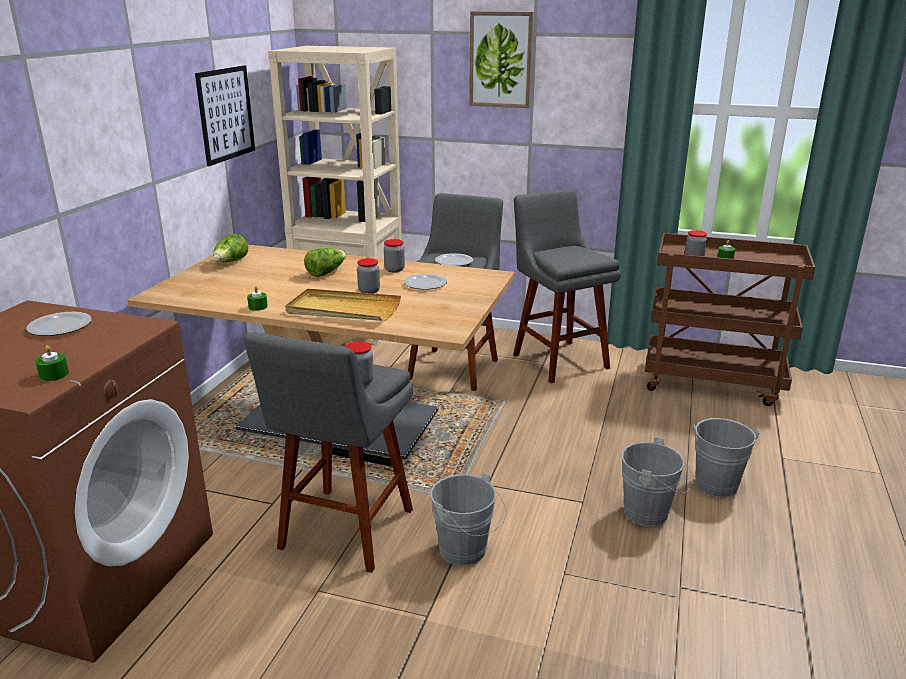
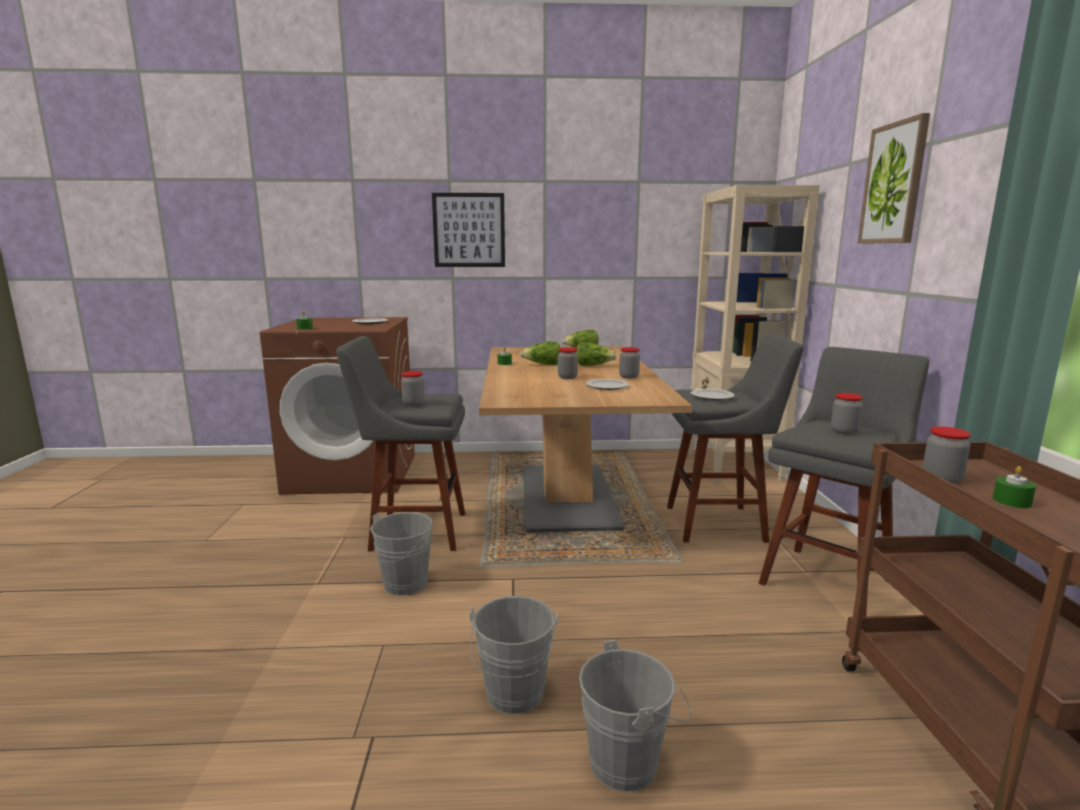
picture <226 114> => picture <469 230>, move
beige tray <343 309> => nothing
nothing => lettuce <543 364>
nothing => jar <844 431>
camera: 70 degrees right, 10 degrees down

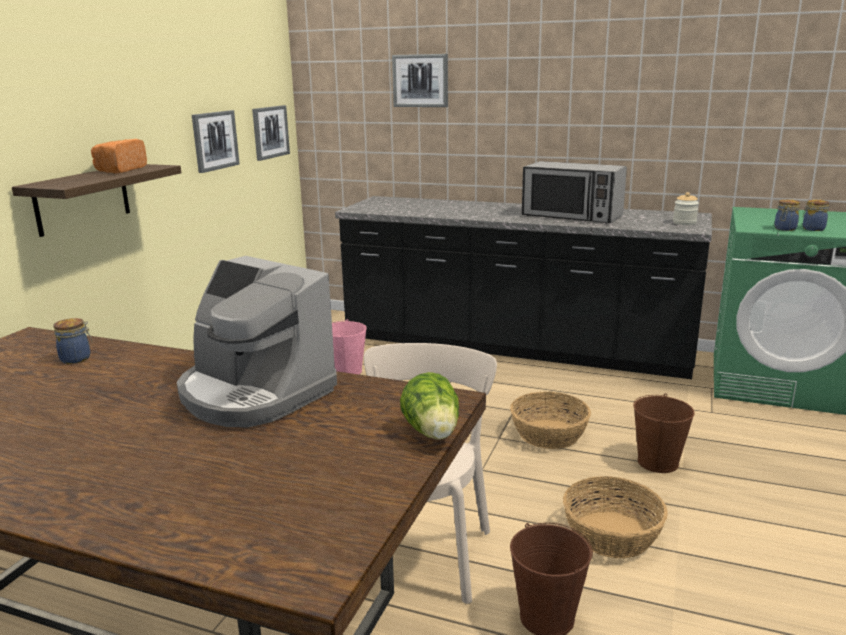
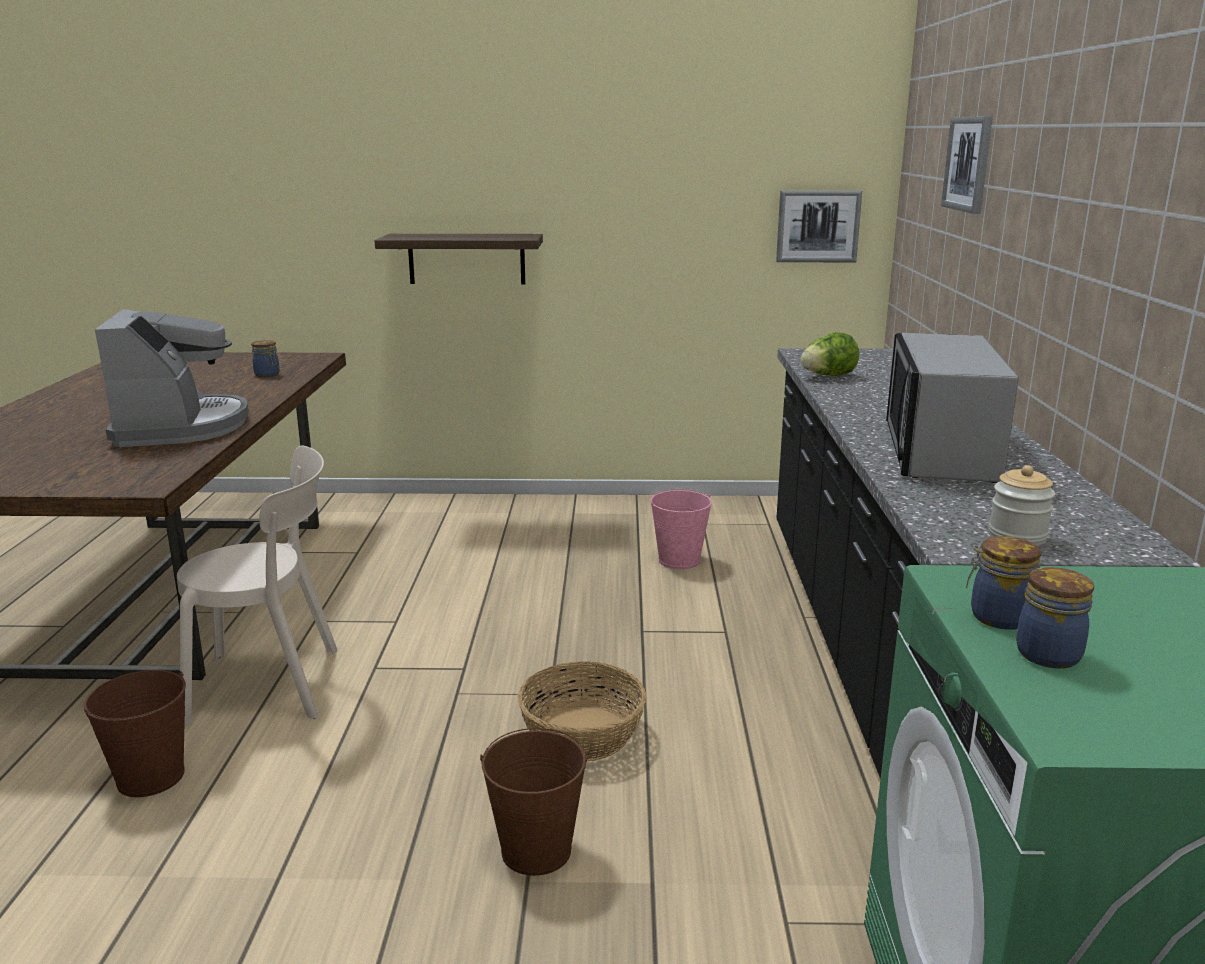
bread <120 170> => nothing
coffee machine <254 393> => coffee machine <181 427>, 150 degrees clockwise
picture <214 140> => nothing
lettuce <433 433> => lettuce <827 376>, move
basket <612 534> => nothing
camera: 70 degrees right, 0 degrees up

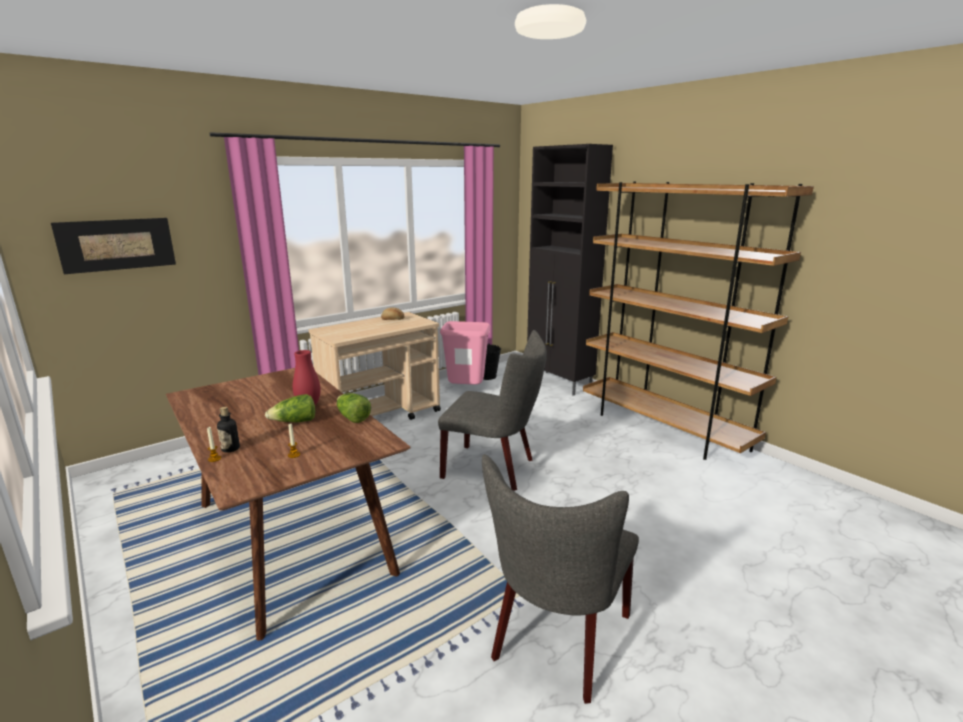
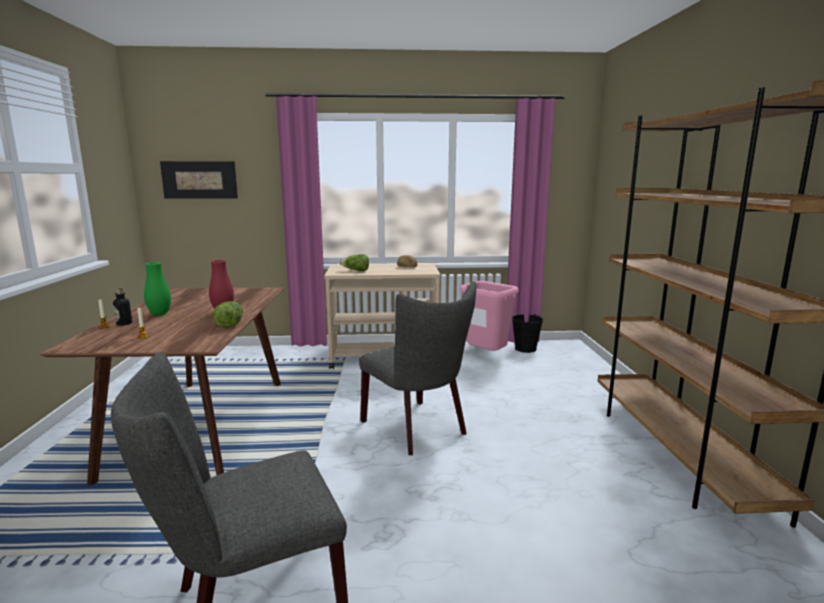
lettuce <295 422> => lettuce <356 270>, move
black cabinet <559 383> => nothing
nothing => green vase <159 314>
camera: 35 degrees right, 5 degrees down

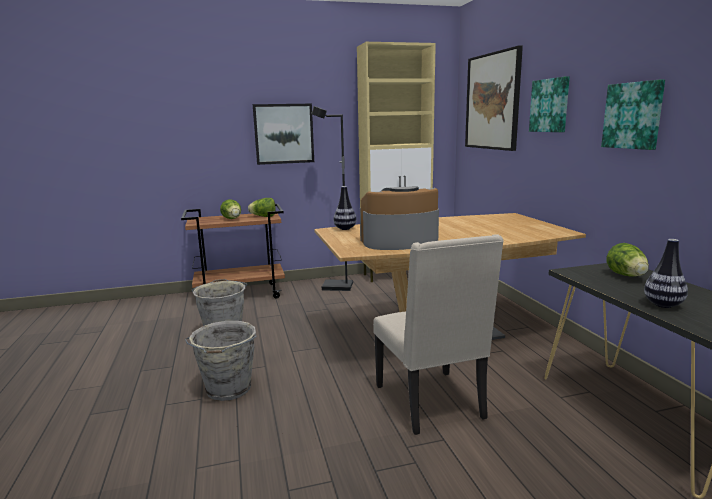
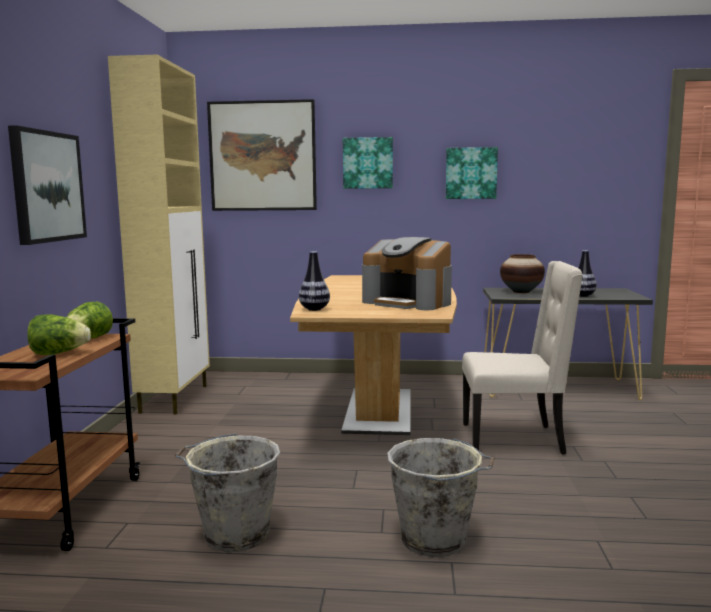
black floor lamp <337 287> => nothing
coffee machine <399 242> => coffee machine <408 302>, 60 degrees counterclockwise
lettuce <627 276> => vase <521 291>
camera: 70 degrees left, 5 degrees down

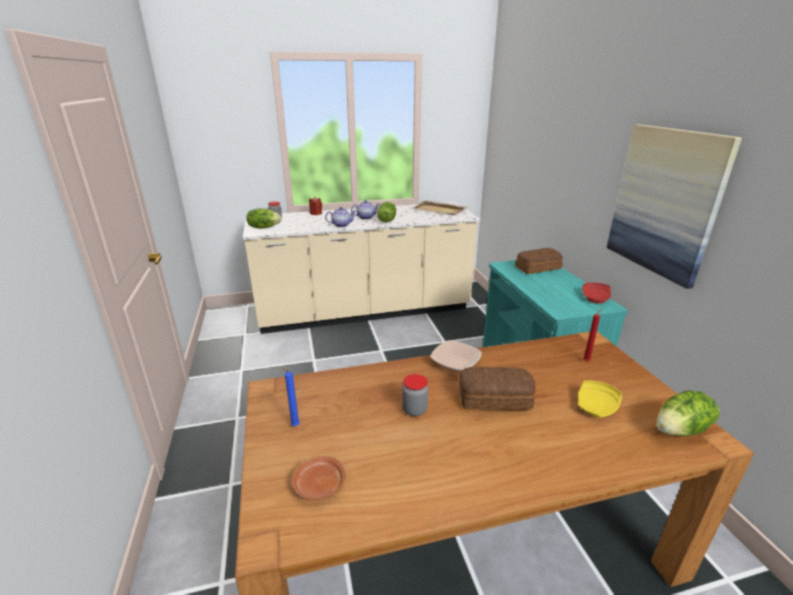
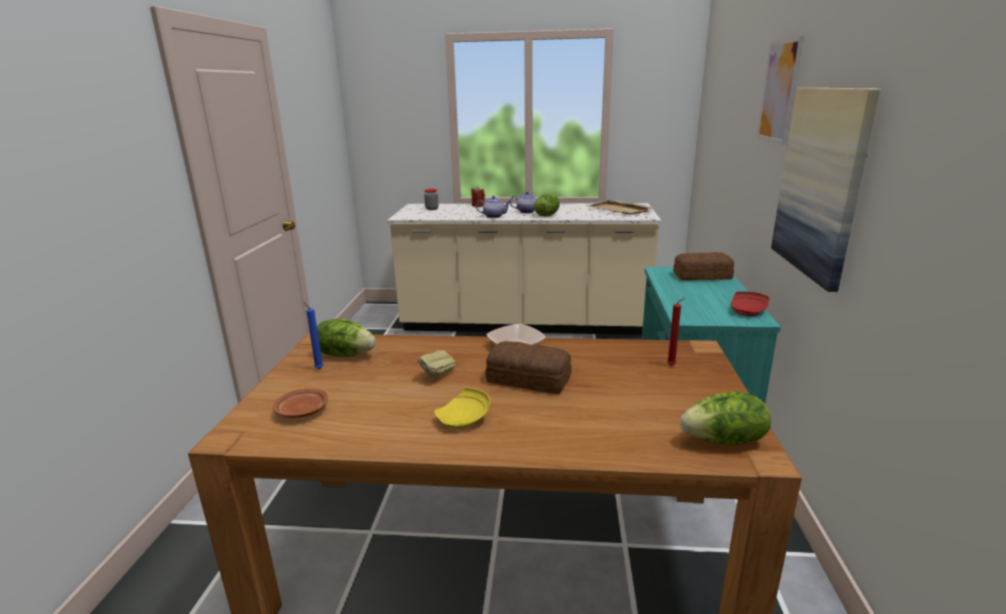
lettuce <264 227> => lettuce <345 354>, move
jar <414 410> => bread <437 375>
yellow plate <596 407> => yellow plate <464 419>, move
nothing => picture <779 91>
camera: 20 degrees right, 5 degrees down

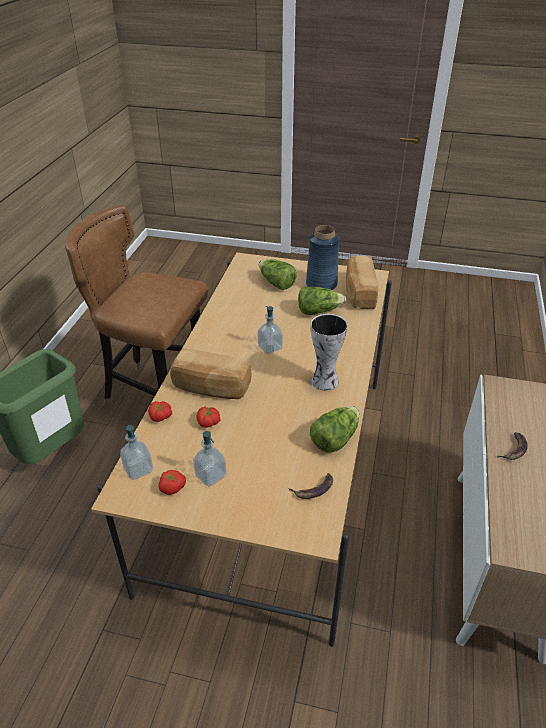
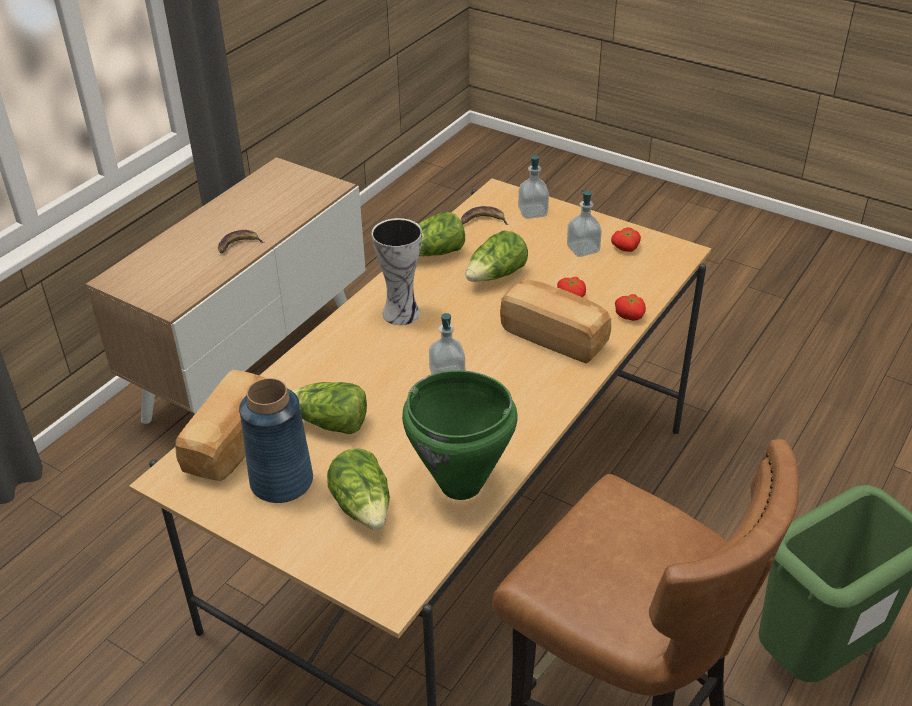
soap dispenser <138 469> => soap dispenser <532 212>, move
nothing => green cooking pot <461 485>
nothing => lettuce <496 276>
camera: 160 degrees left, 0 degrees up

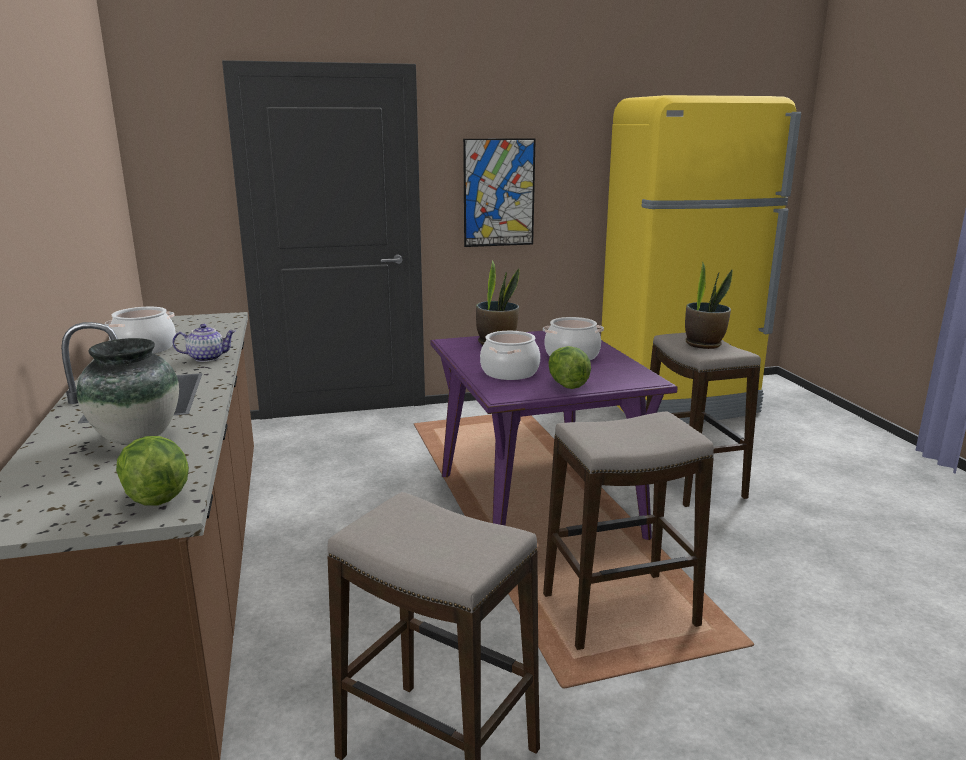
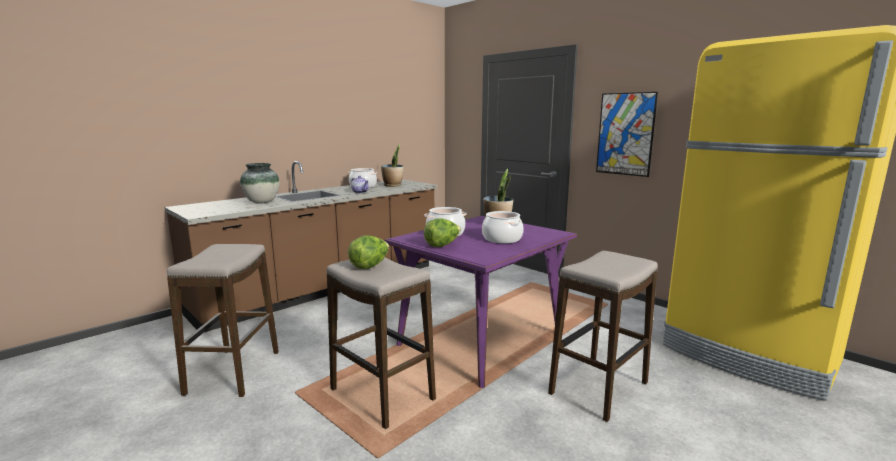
lettuce <156 495> => lettuce <370 266>, move
potted plant <704 344> => potted plant <393 185>, move
camera: 60 degrees right, 5 degrees down

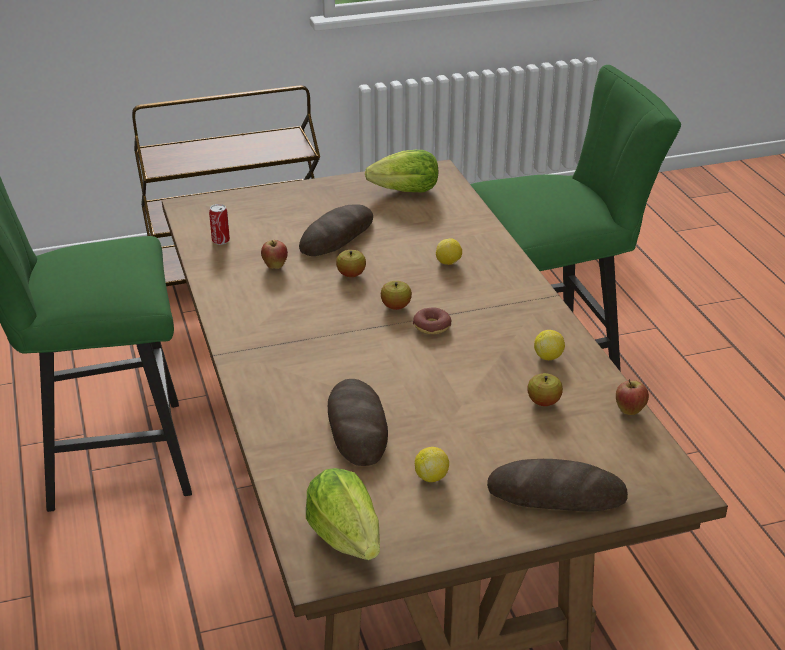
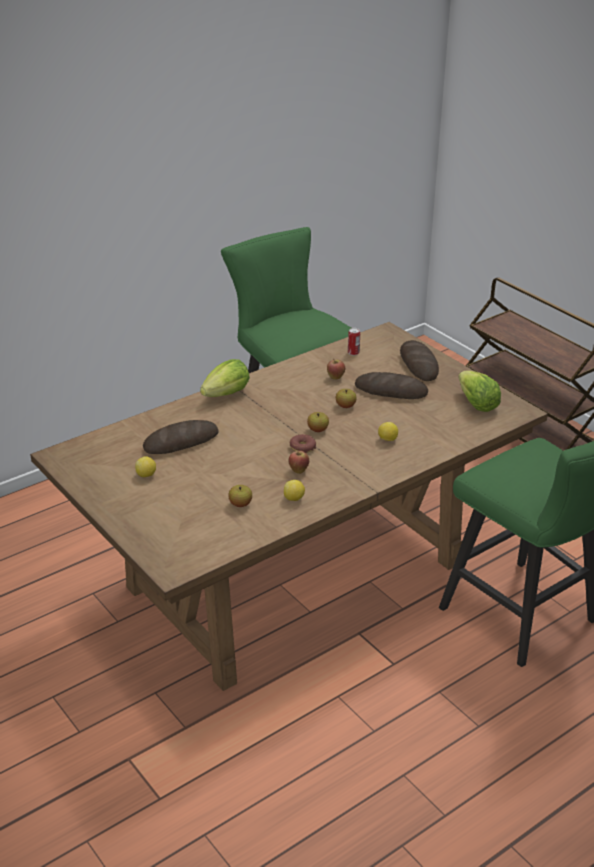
lettuce <346 537> => lettuce <227 394>, move
bread <556 494> => bread <418 364>, move
apple <629 411> => apple <298 471>, move
camera: 70 degrees right, 0 degrees up

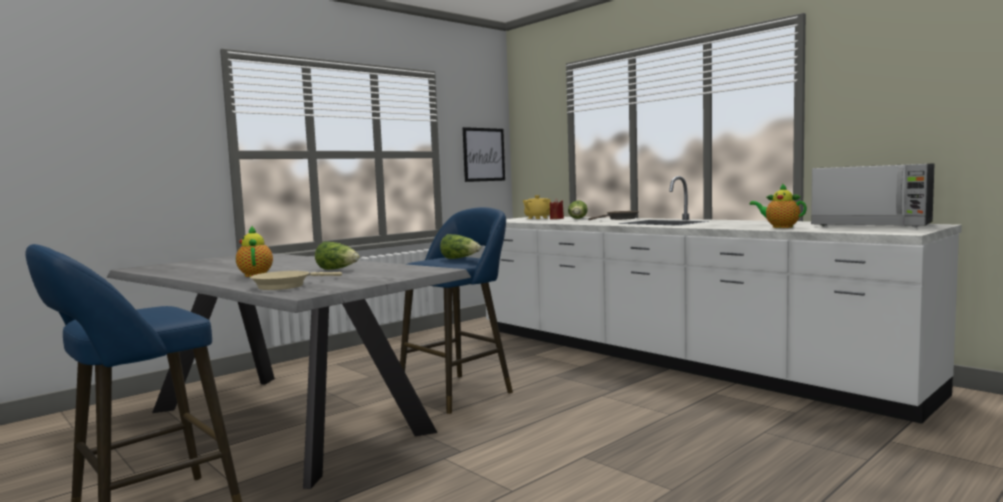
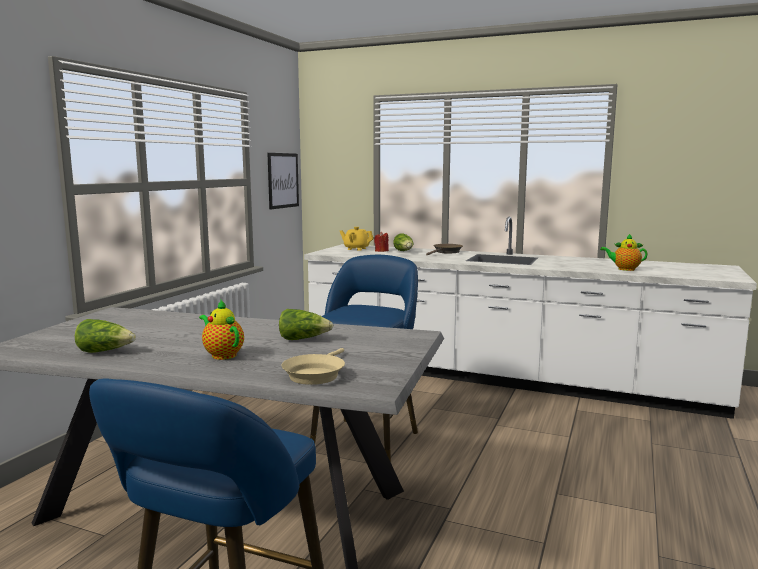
lettuce <460 258> => lettuce <105 351>, move
microwave <871 225> => nothing
camera: 25 degrees left, 5 degrees up

